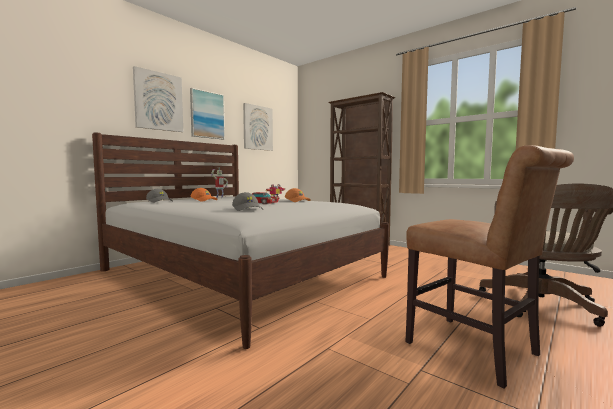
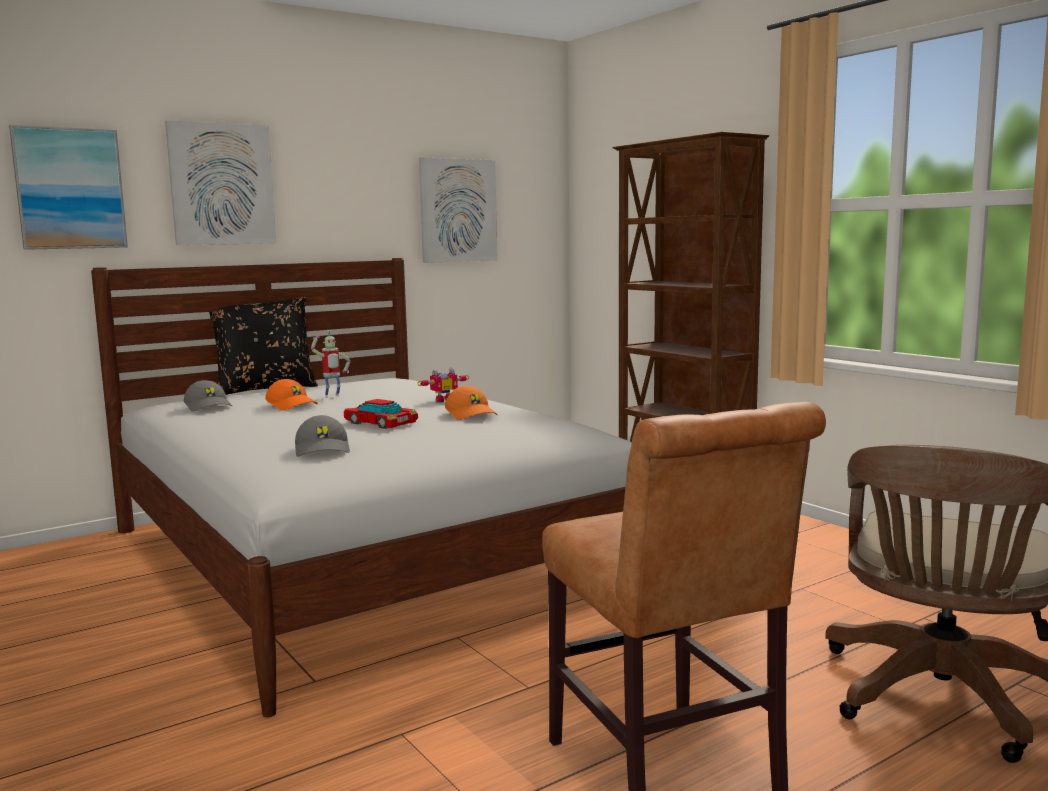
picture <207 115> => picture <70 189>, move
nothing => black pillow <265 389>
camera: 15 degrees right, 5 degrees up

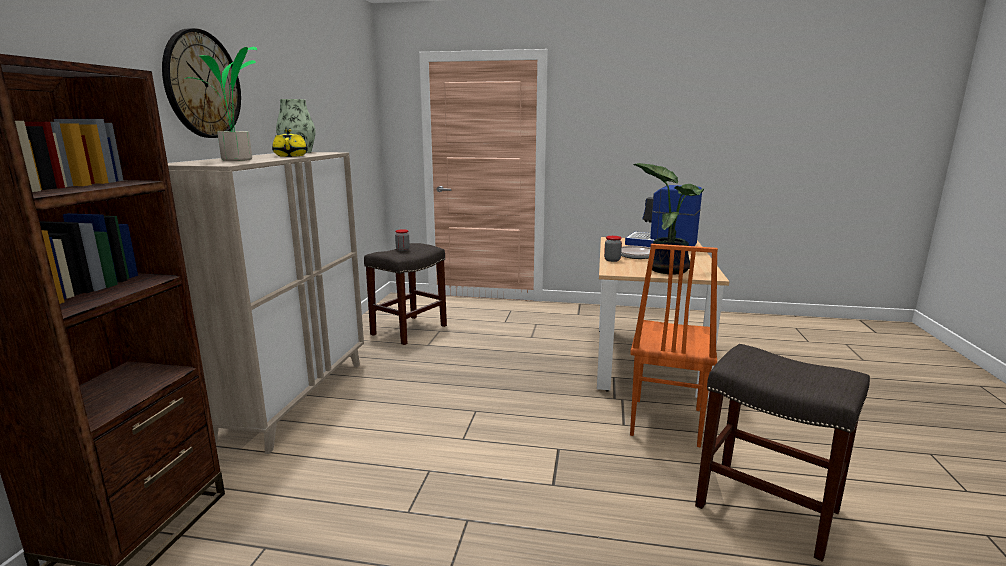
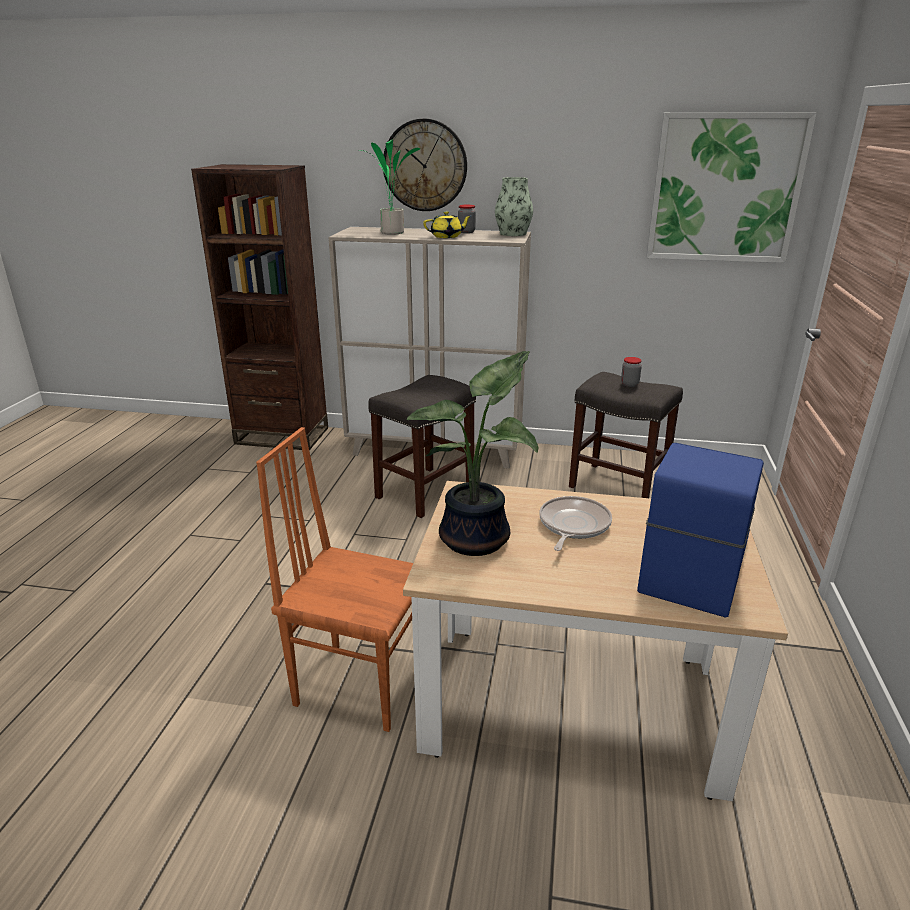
jar <612 260> => jar <466 232>, move
grey stool <769 508> => grey stool <424 492>, move
nothing => picture <725 189>
camera: 90 degrees right, 10 degrees up

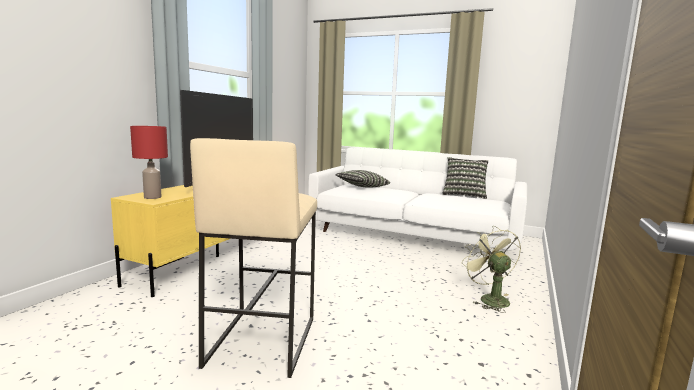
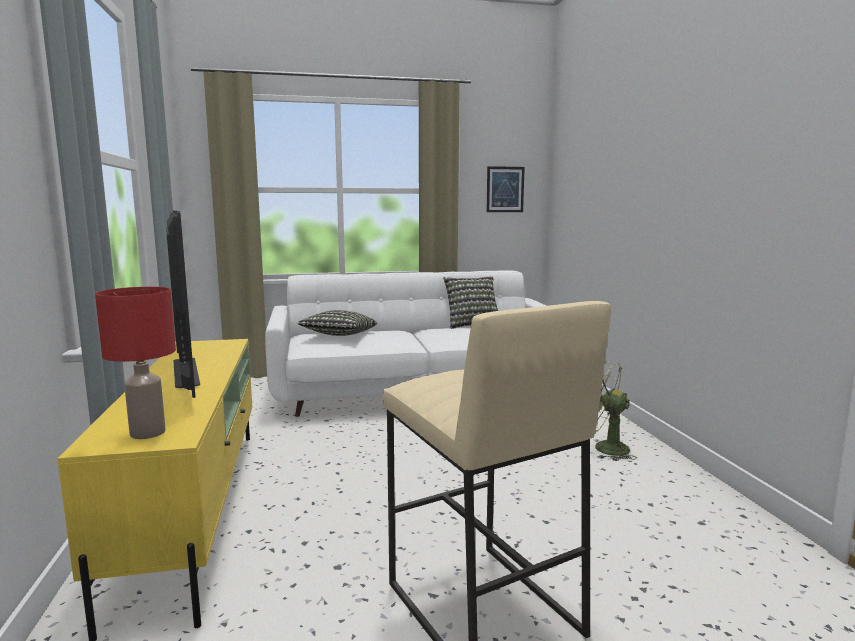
nothing => picture <505 189>
camera: 35 degrees left, 0 degrees up

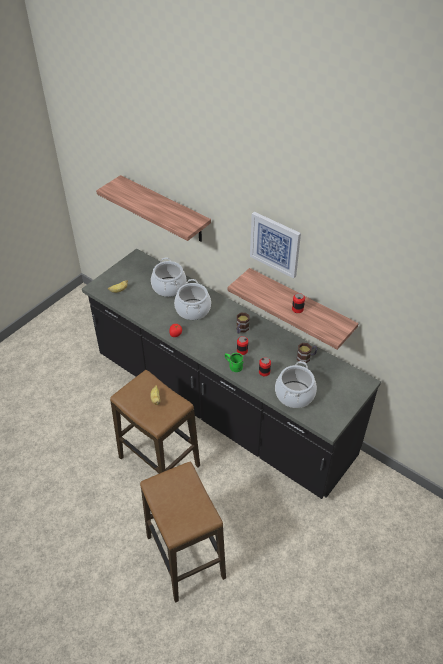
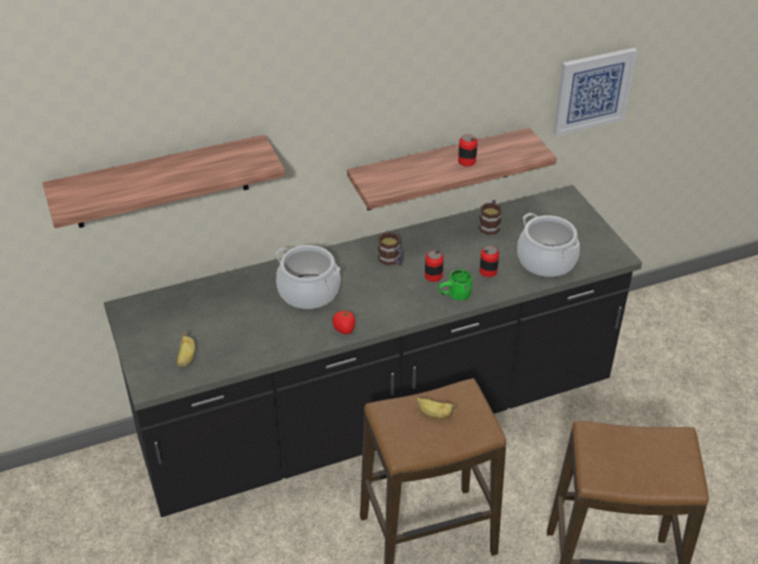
cooking pot <169 287> => nothing
picture <275 244> => picture <592 90>, move
camera: 60 degrees left, 5 degrees down

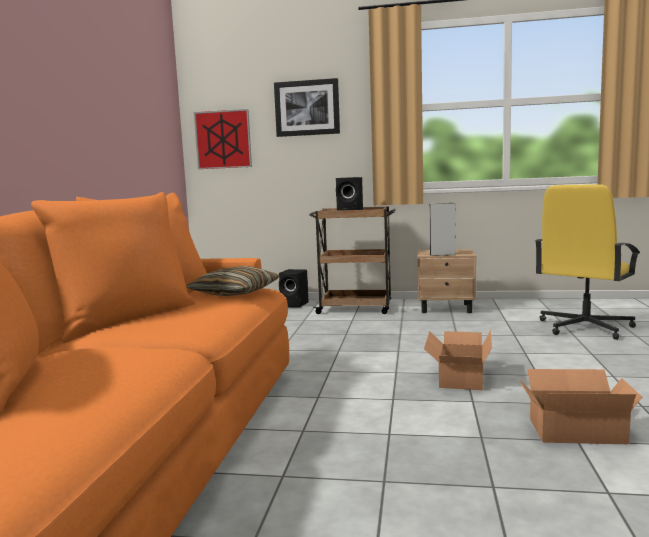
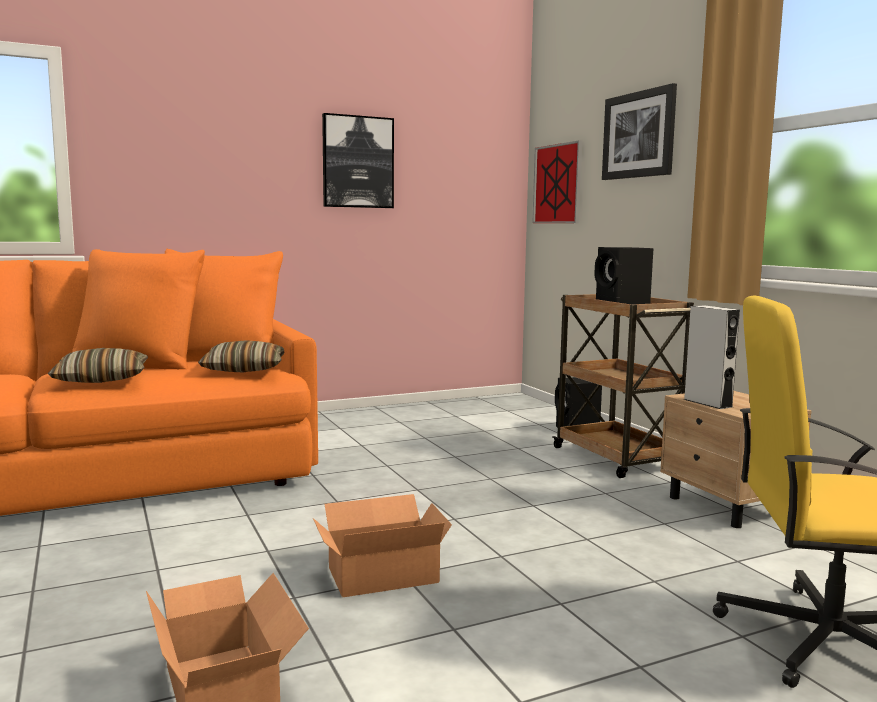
nothing => pillow <101 379>
nothing => picture <357 162>
camera: 55 degrees right, 0 degrees up

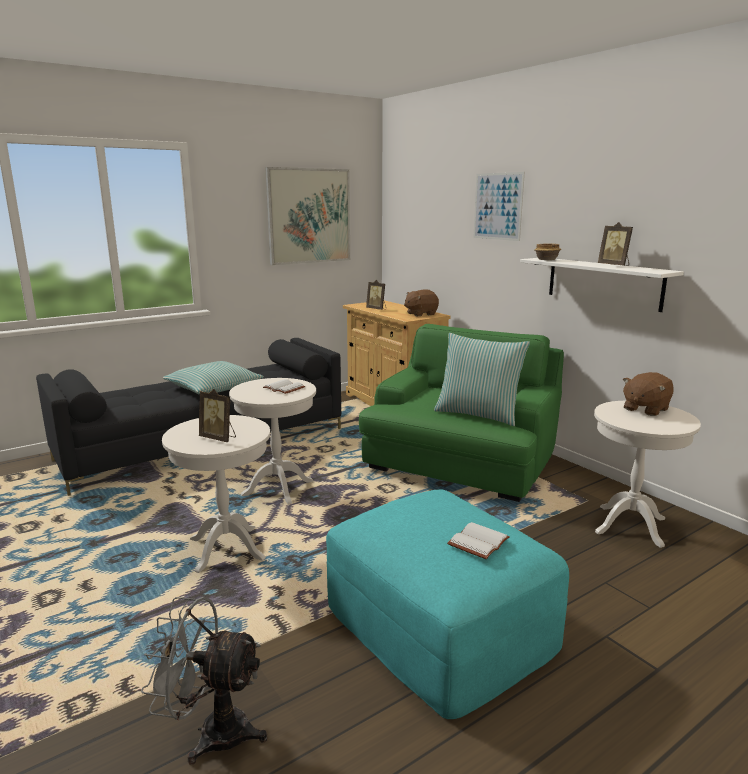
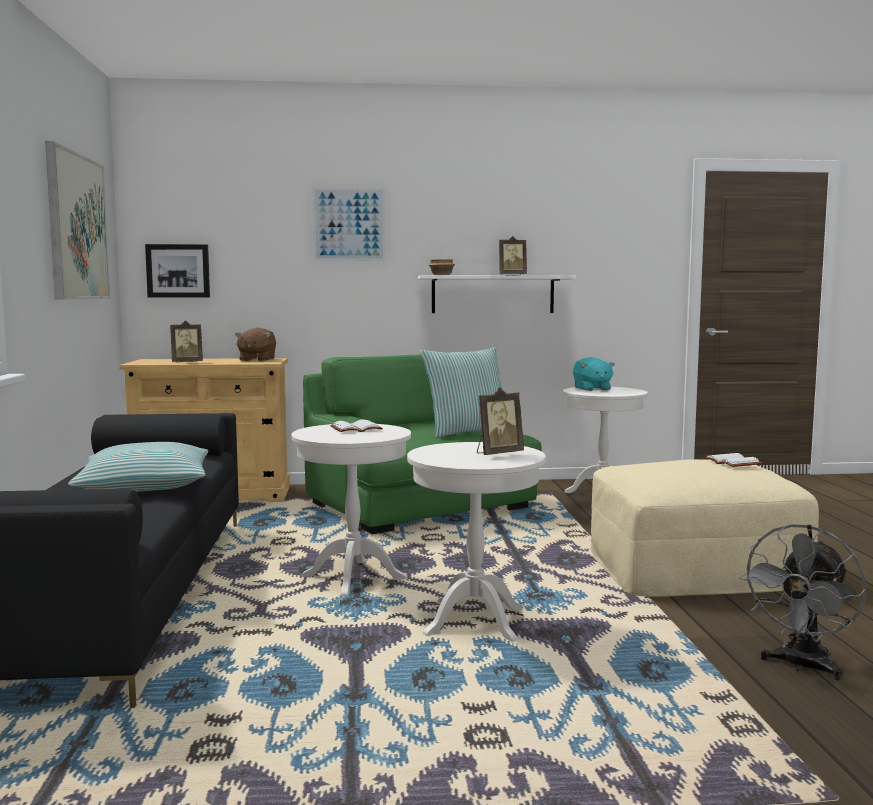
turquoise ottoman <440 625> => beige ottoman <693 568>
brown plush toy <645 409> => turquoise plush toy <591 389>
nothing => picture <178 271>
camera: 60 degrees left, 10 degrees down

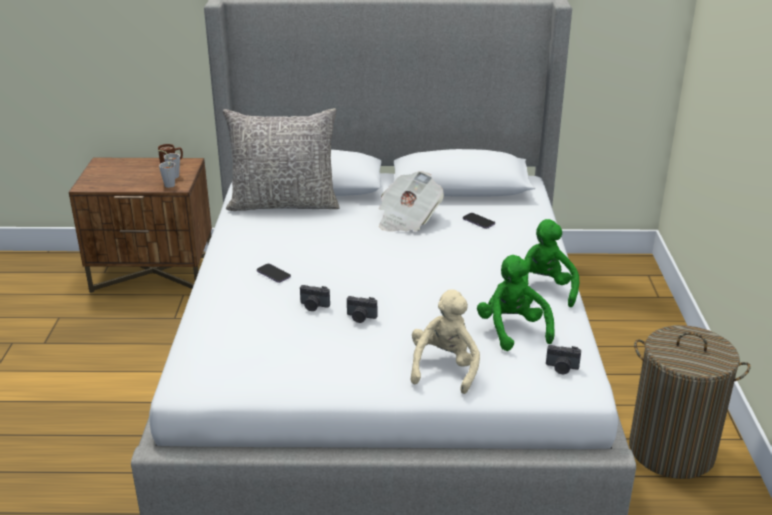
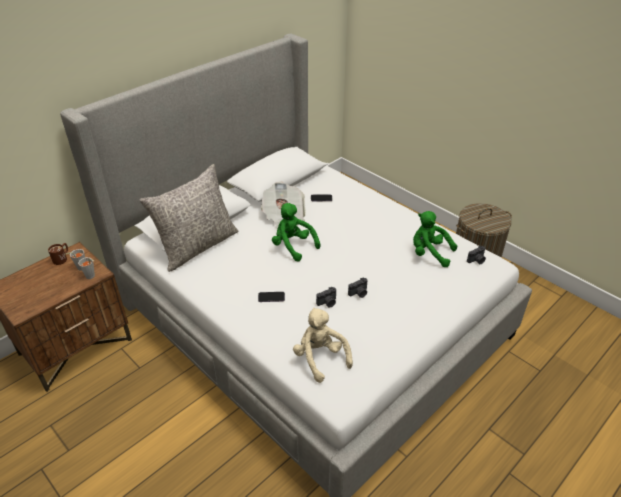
beige plush toy <445 368> => beige plush toy <320 358>, move
green plush toy <542 290> => green plush toy <293 246>, move
camera: 45 degrees left, 10 degrees up

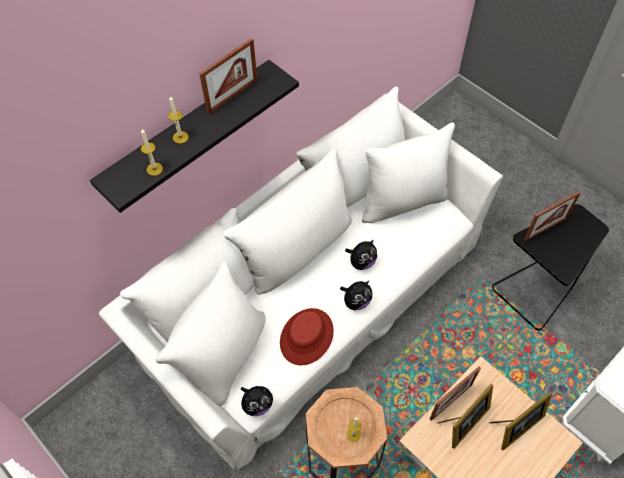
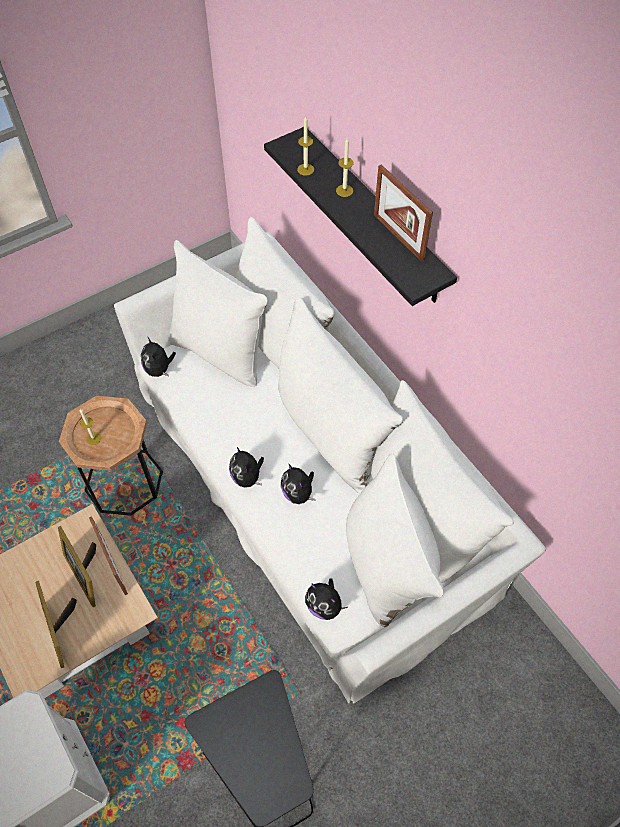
red hat <307 337> => nothing
picture frame <545 228> => nothing
nothing => plush toy <324 606>
camera: 100 degrees right, 0 degrees up

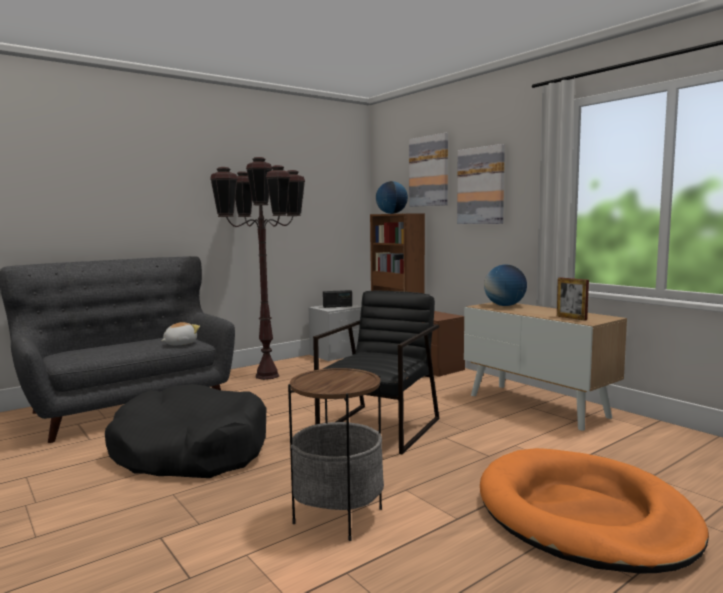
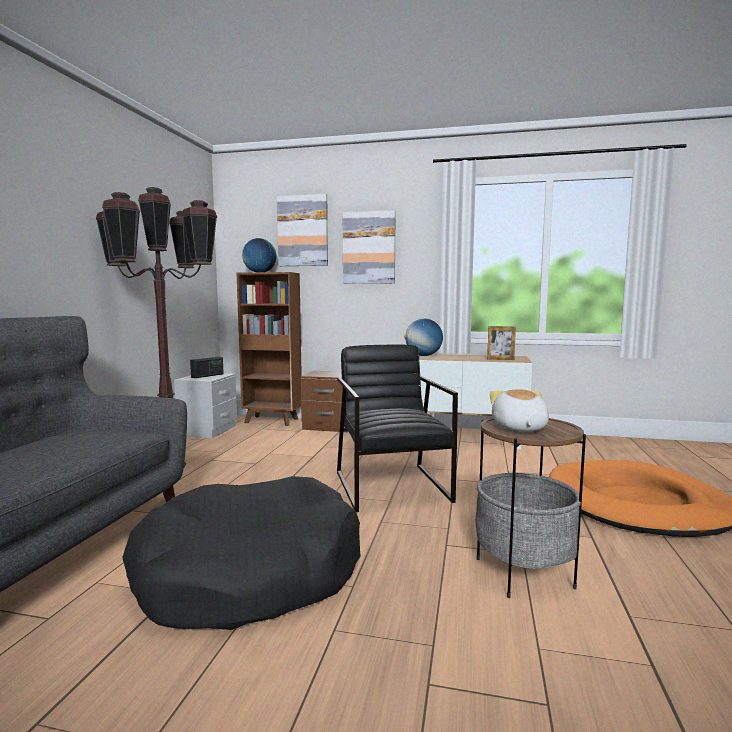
plush toy <180 344> => plush toy <519 428>, move
camera: 40 degrees left, 0 degrees up

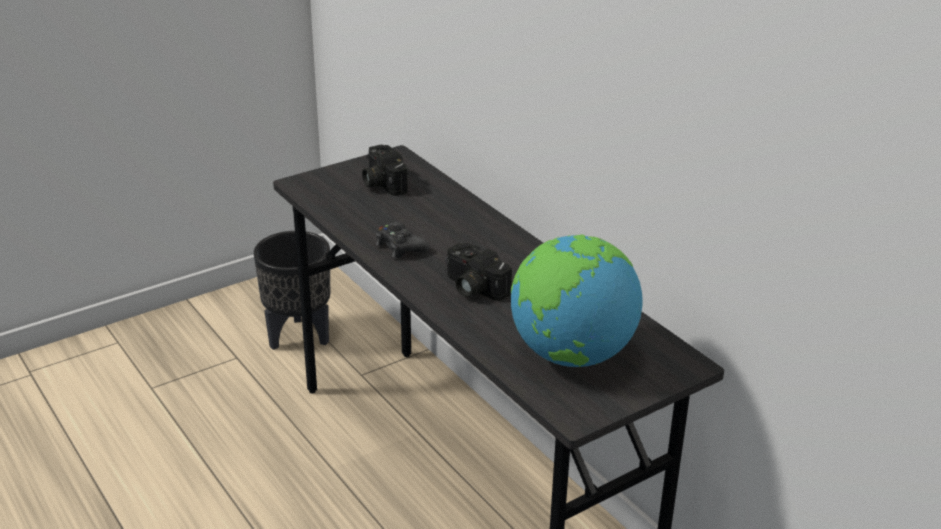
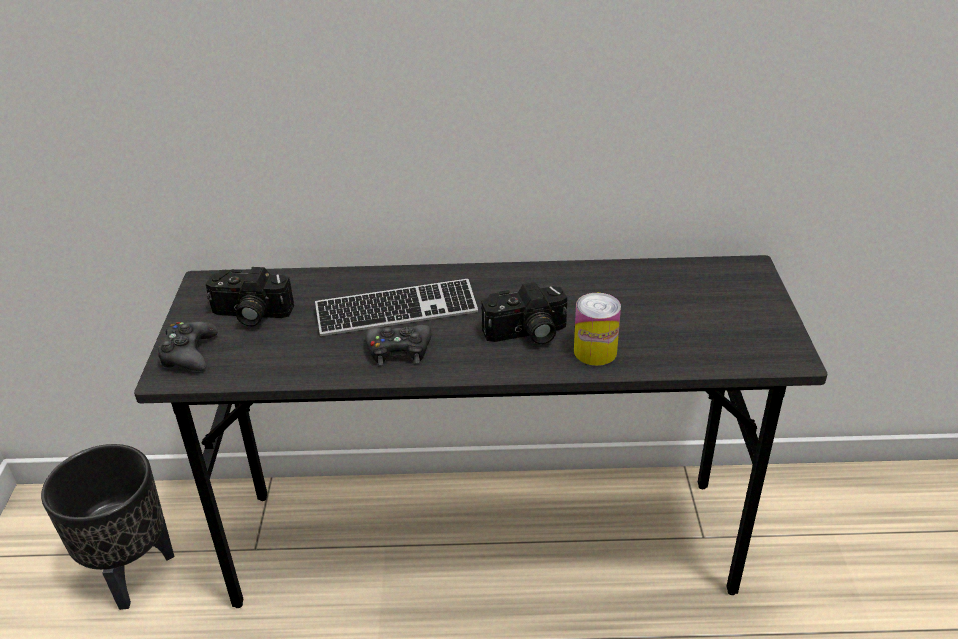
globe <571 355> => nothing
nothing => black game controller <189 354>
nothing => keyboard <396 311>
nothing => can <595 351>
camera: 55 degrees left, 5 degrees up

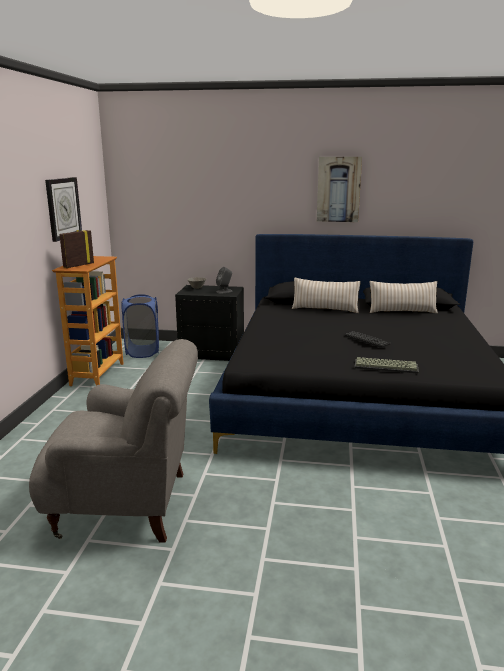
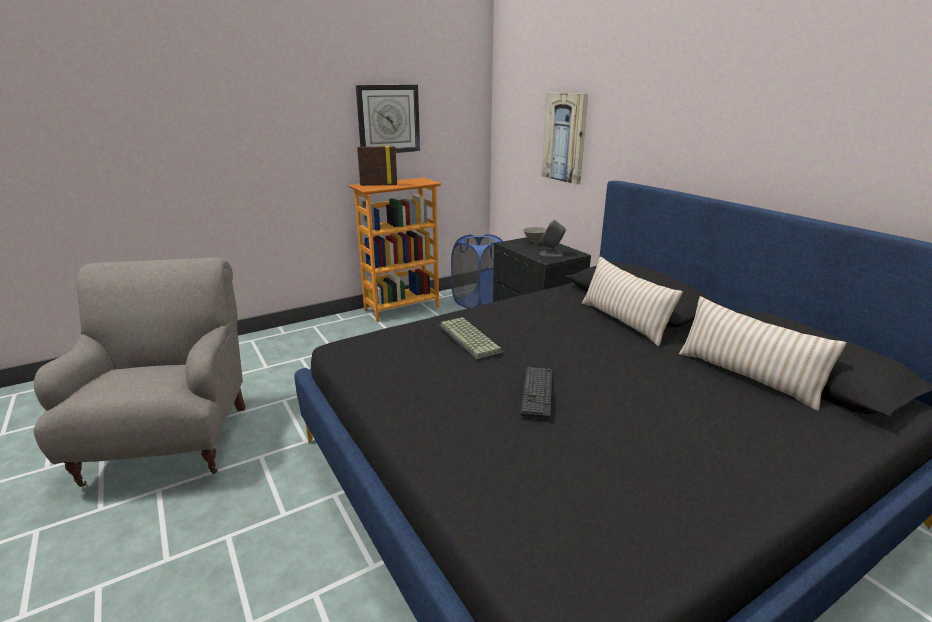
grey armchair <127 504> => grey armchair <172 441>, 150 degrees counterclockwise
picture <338 189> => picture <565 137>, move
keyboard <386 366> => keyboard <471 339>, move
camera: 50 degrees right, 5 degrees up

